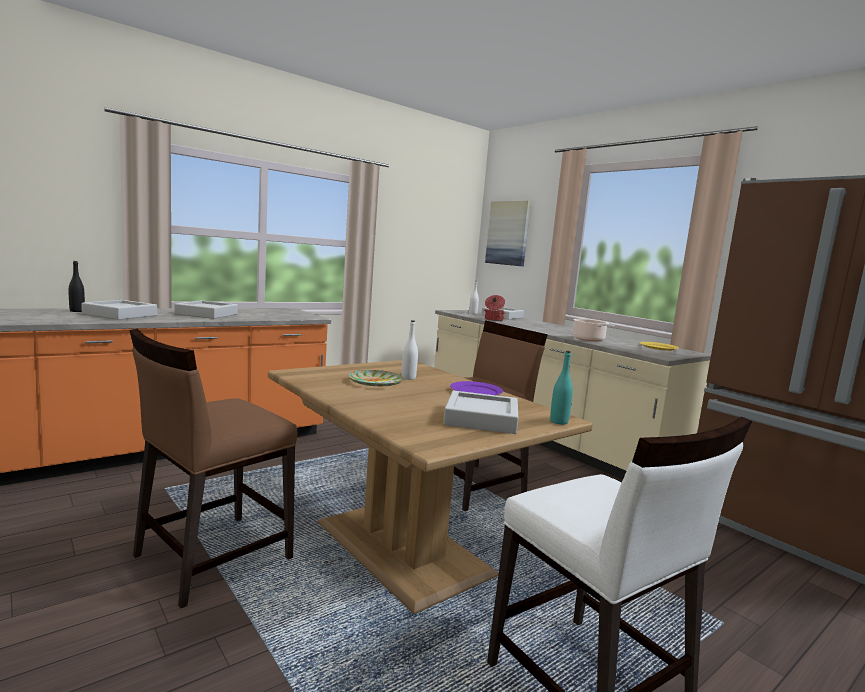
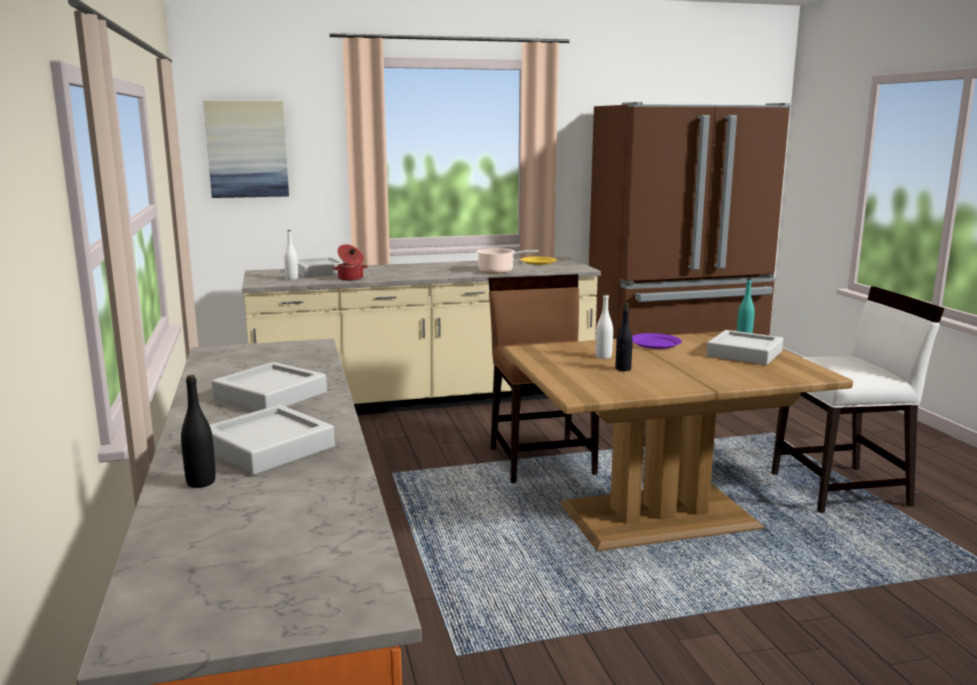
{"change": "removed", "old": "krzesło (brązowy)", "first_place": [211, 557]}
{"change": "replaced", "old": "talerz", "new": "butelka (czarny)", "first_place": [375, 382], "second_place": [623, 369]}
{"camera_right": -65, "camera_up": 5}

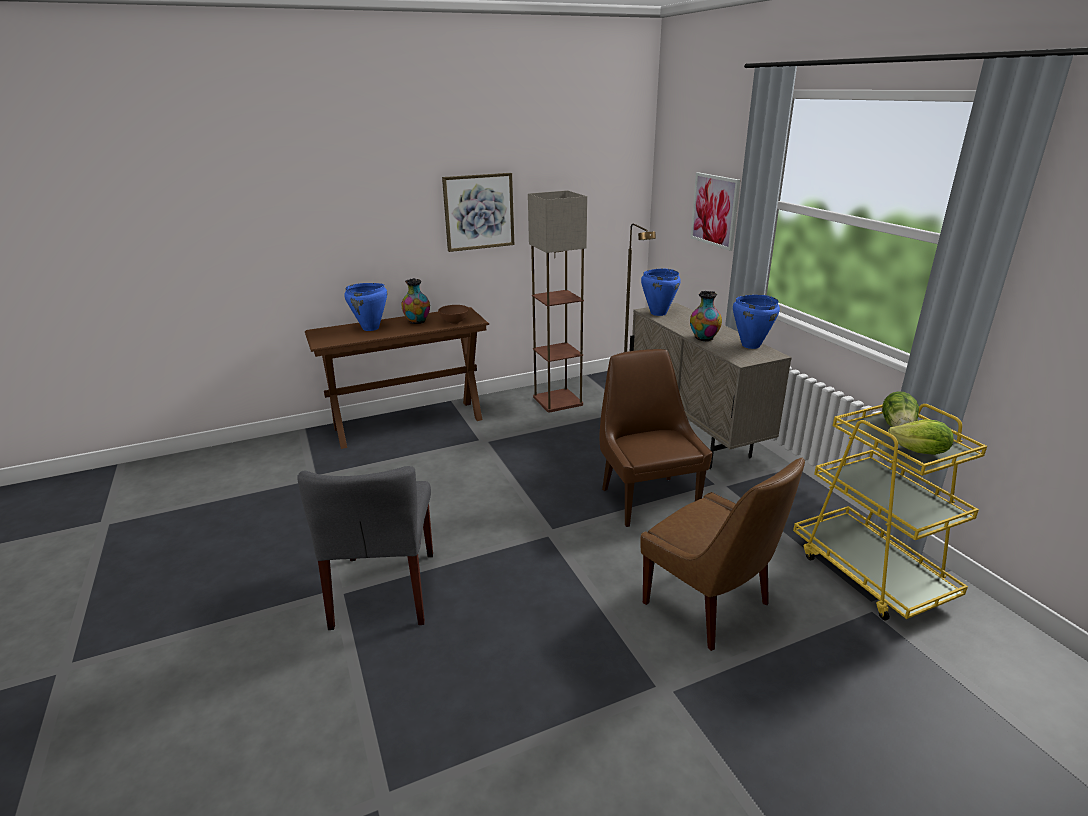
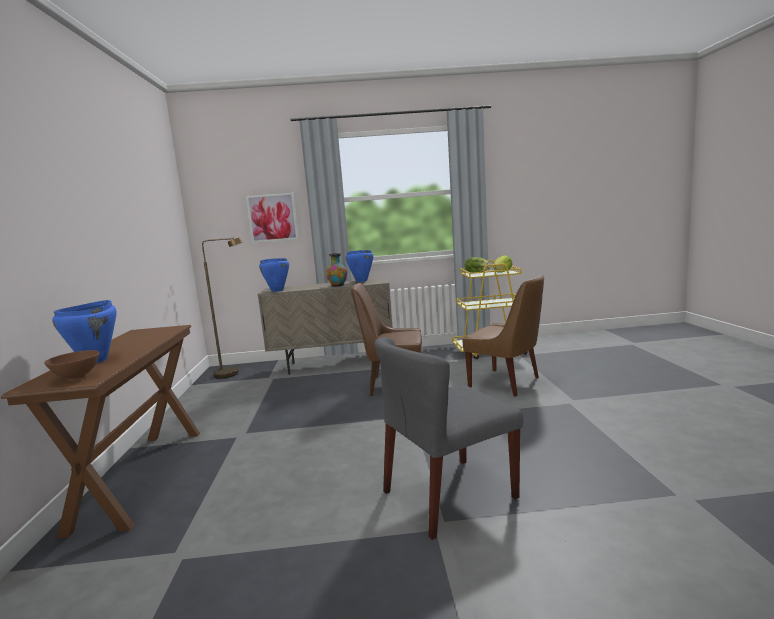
{"change": "removed", "old": "obraz", "first_place": [479, 212]}
{"change": "removed", "old": "lampa stojąca", "first_place": [557, 401]}
{"change": "removed", "old": "wazon", "first_place": [417, 322]}
{"change": "moved", "old": "miska (brązowy)", "first_place": [455, 323], "second_place": [77, 377]}
{"change": "turned", "old": "krzesło (brązowy)", "first_place": [709, 606], "second_place": [507, 383], "degrees": 60}
{"change": "turned", "old": "krzesło (szary)", "first_place": [384, 590], "second_place": [448, 495], "degrees": 135}
{"camera_right": -70, "camera_up": -15}

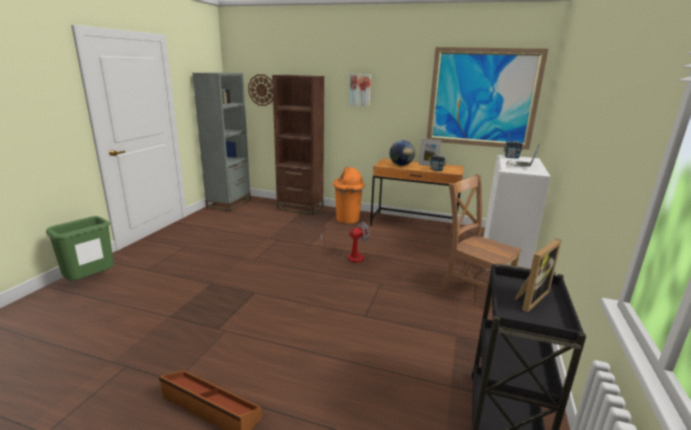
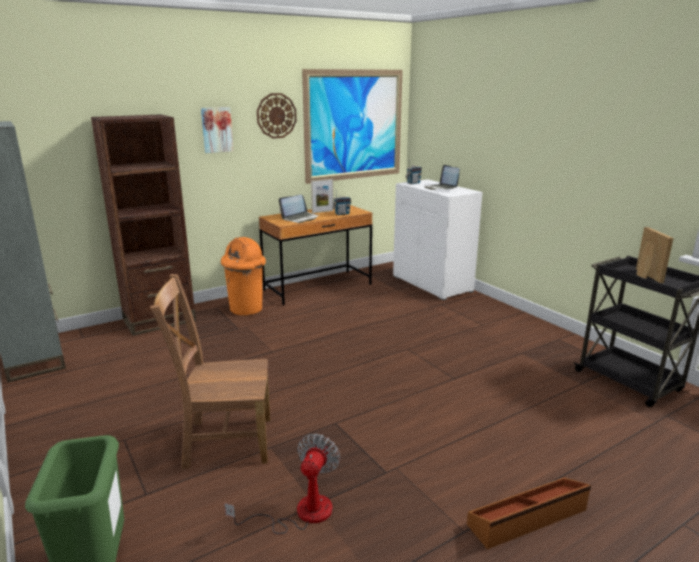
{"change": "moved", "old": "zegar ścienny", "first_place": [261, 90], "second_place": [276, 115]}
{"change": "replaced", "old": "globus", "new": "laptop", "first_place": [401, 165], "second_place": [300, 218]}
{"change": "moved", "old": "krzesło (brązowy)", "first_place": [473, 289], "second_place": [224, 441]}
{"change": "moved", "old": "wentylator", "first_place": [349, 257], "second_place": [301, 513]}
{"camera_right": -50, "camera_up": 0}

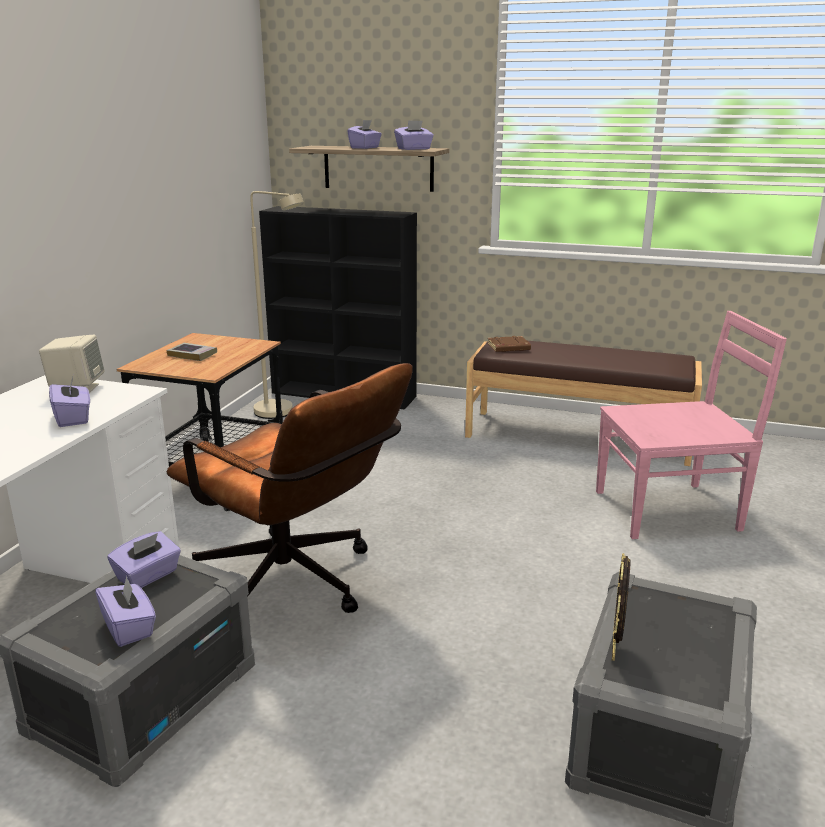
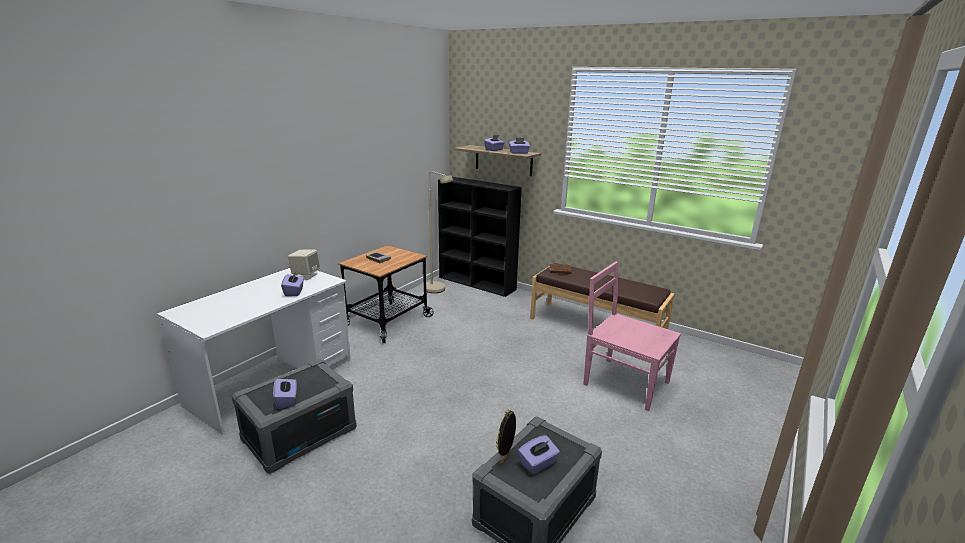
{"change": "turned", "old": "krzesło (różowy)", "first_place": [670, 510], "second_place": [624, 382], "degrees": -150}
{"change": "removed", "old": "krzesło biurowe (brązowy)", "first_place": [297, 586]}
{"change": "moved", "old": "pudełko chusteczek (fioletowy)", "first_place": [148, 576], "second_place": [538, 464]}
{"camera_right": 15, "camera_up": 0}

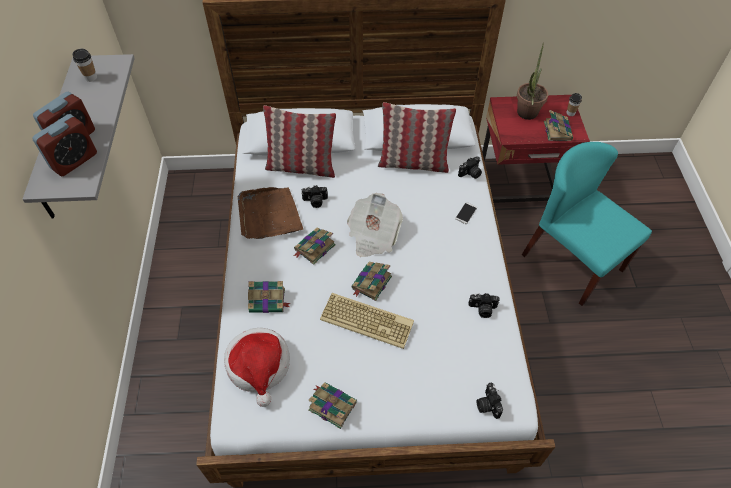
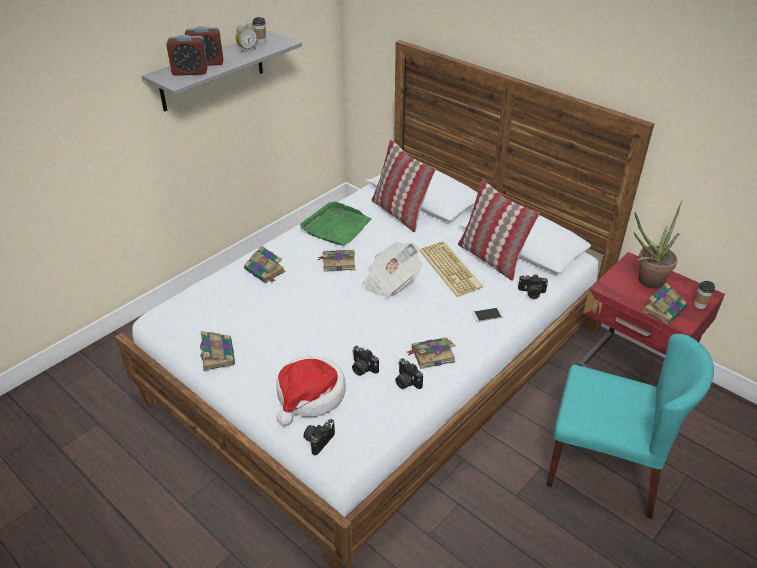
{"change": "turned", "old": "krzesło (turkusowy)", "first_place": [571, 262], "second_place": [605, 468], "degrees": 105}
{"change": "moved", "old": "aparat fotograficzny", "first_place": [315, 201], "second_place": [362, 368]}
{"change": "recoloured", "old": "taca (brązowy)", "new": "taca (zielony)", "first_place": [269, 215], "second_place": [336, 227]}
{"change": "moved", "old": "książka", "first_place": [371, 283], "second_place": [431, 355]}
{"change": "moved", "old": "klawiatura", "first_place": [368, 320], "second_place": [451, 269]}
{"change": "moved", "old": "kapelusz", "first_place": [259, 366], "second_place": [310, 396]}
{"change": "added", "new": "budzik", "second_place": [247, 50]}
{"camera_right": 45, "camera_up": -15}

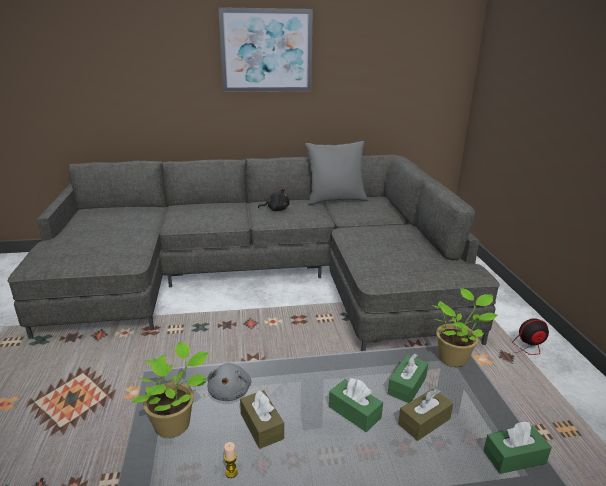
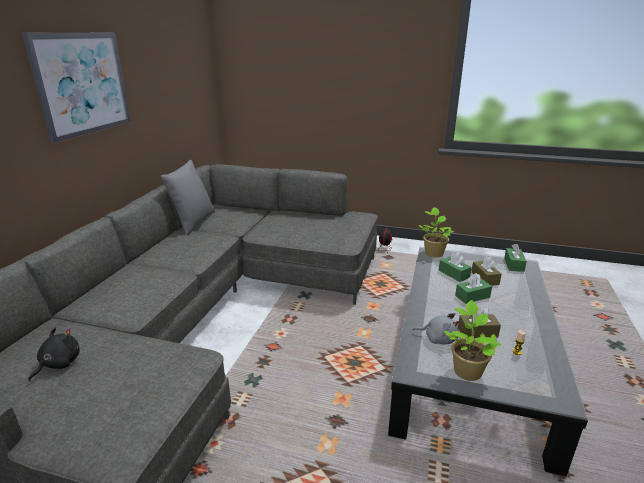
{"change": "moved", "old": "pluszak (czarny)", "first_place": [276, 209], "second_place": [58, 364]}
{"camera_right": -65, "camera_up": 0}

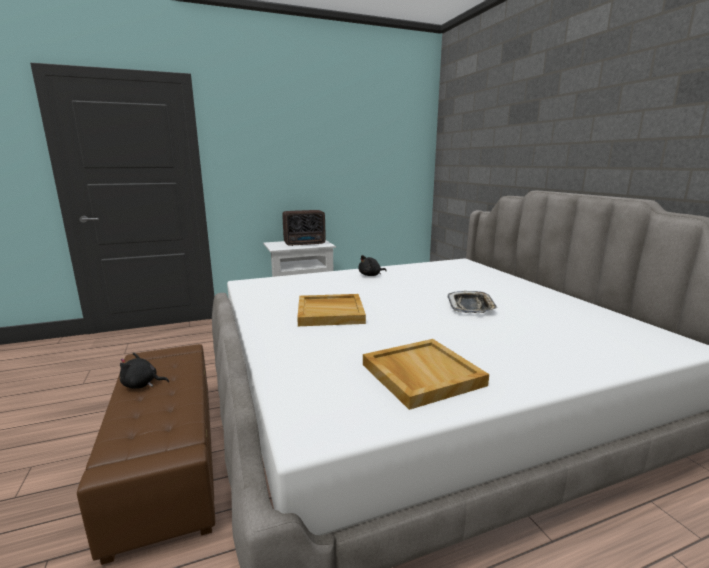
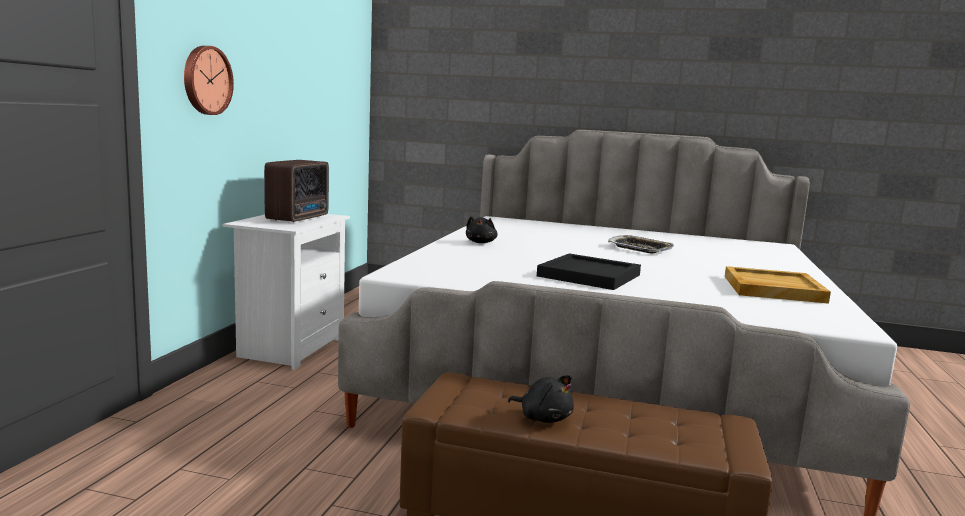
{"change": "recoloured", "old": "taca (beżowy)", "new": "taca (czarny)", "first_place": [331, 312], "second_place": [588, 275]}
{"change": "turned", "old": "pluszak (czarny)", "first_place": [142, 384], "second_place": [543, 418], "degrees": -90}
{"change": "added", "new": "zegar ścienny", "second_place": [206, 80]}
{"camera_right": -55, "camera_up": -5}

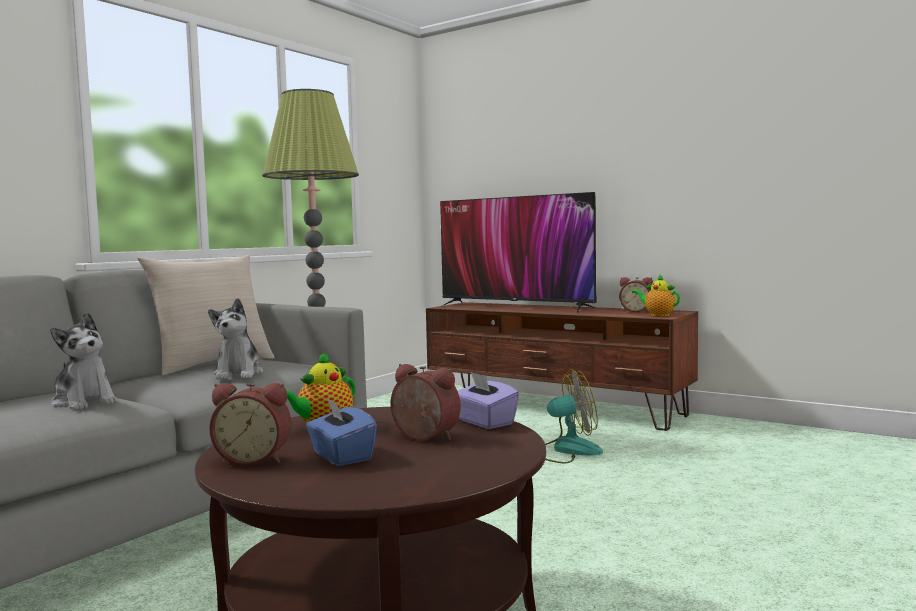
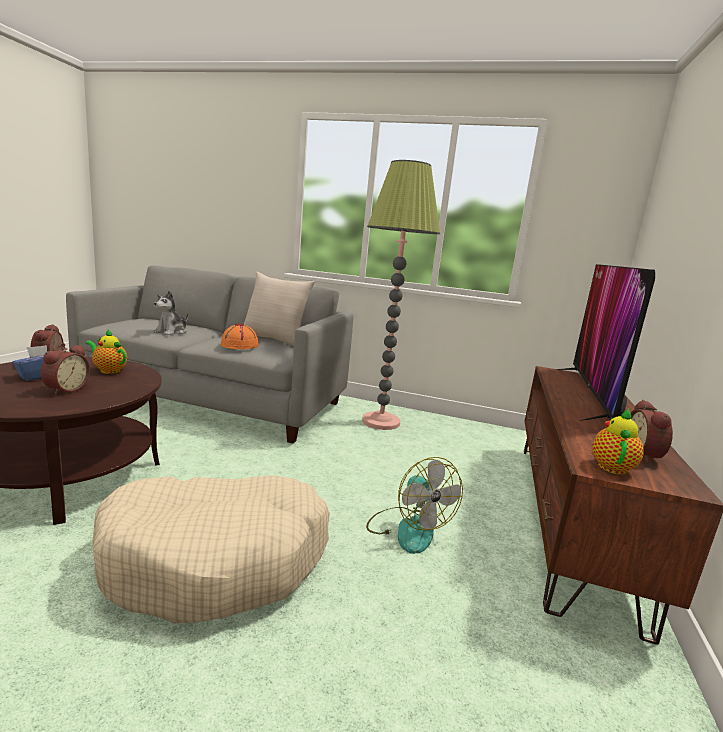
{"change": "replaced", "old": "pluszak", "new": "kapelusz (pomarańczowy)", "first_place": [239, 374], "second_place": [240, 345]}
{"change": "removed", "old": "pudełko chusteczek (fioletowy)", "first_place": [484, 422]}
{"change": "added", "new": "legowisko (beżowy)", "second_place": [217, 558]}
{"camera_right": 70, "camera_up": 10}

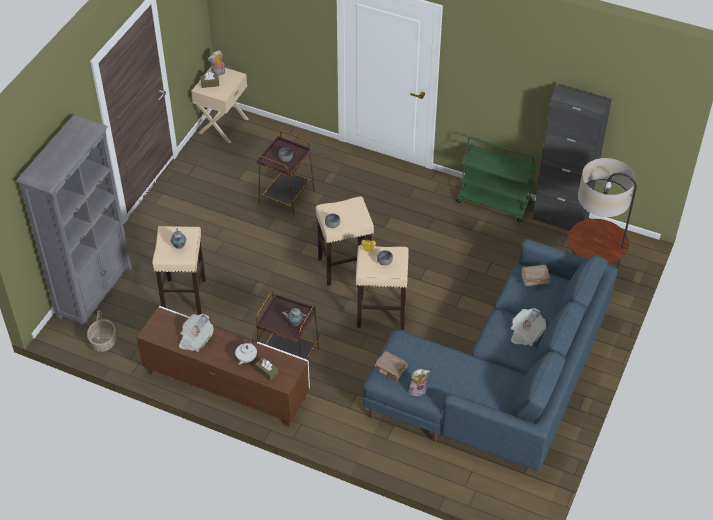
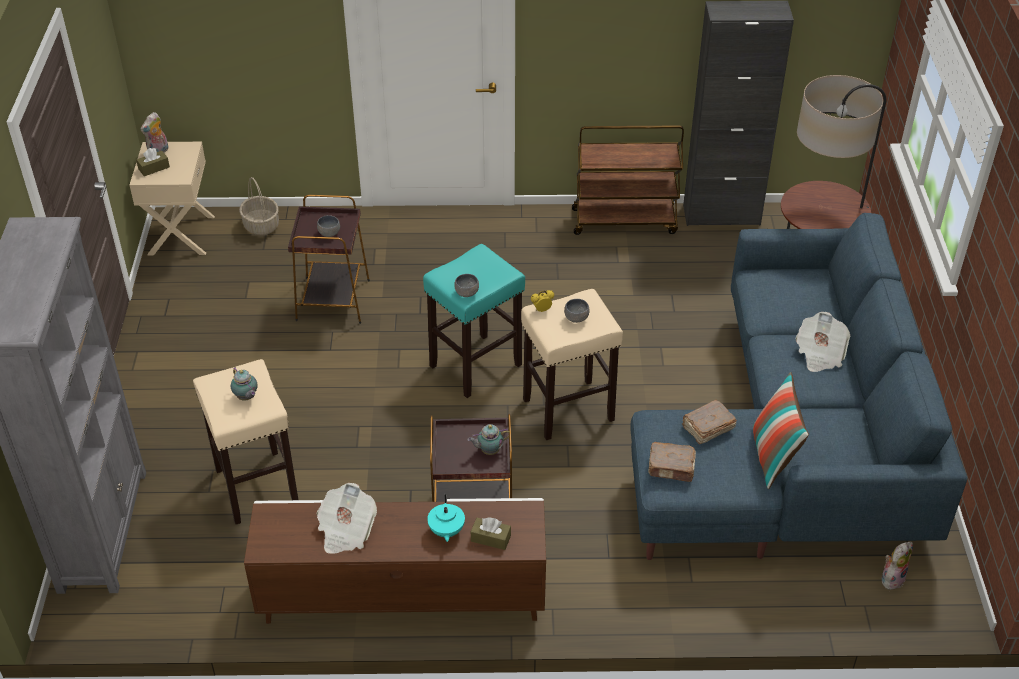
{"change": "recoloured", "old": "wózek (zielony)", "new": "wózek (brązowy)", "first_place": [494, 203], "second_place": [625, 221]}
{"change": "recoloured", "old": "stołek (beżowy)", "new": "stołek (turkusowy)", "first_place": [345, 267], "second_place": [476, 365]}
{"change": "moved", "old": "książka (brązowy)", "first_place": [534, 279], "second_place": [707, 428]}
{"change": "moved", "old": "koszyk", "first_place": [103, 341], "second_place": [261, 225]}
{"change": "recoloured", "old": "imbryk (biały)", "new": "imbryk (turkusowy)", "first_place": [246, 359], "second_place": [446, 531]}
{"change": "moved", "old": "pluszak", "first_place": [418, 389], "second_place": [892, 578]}
{"change": "added", "new": "poduszka", "second_place": [773, 457]}
{"camera_right": -25, "camera_up": -5}

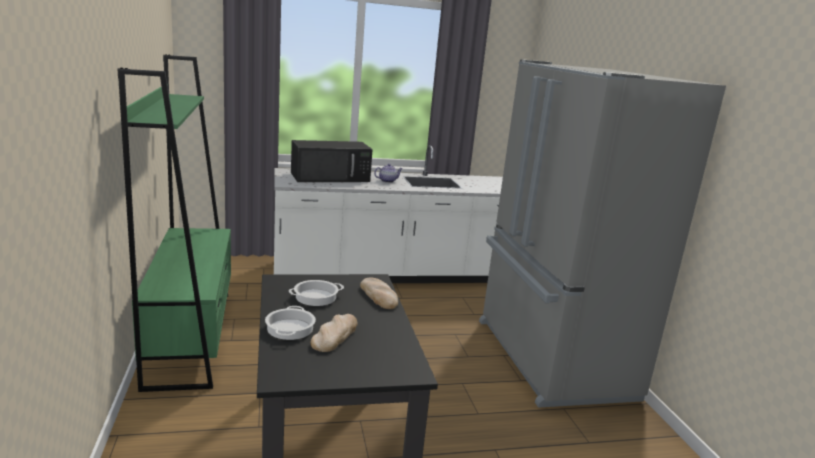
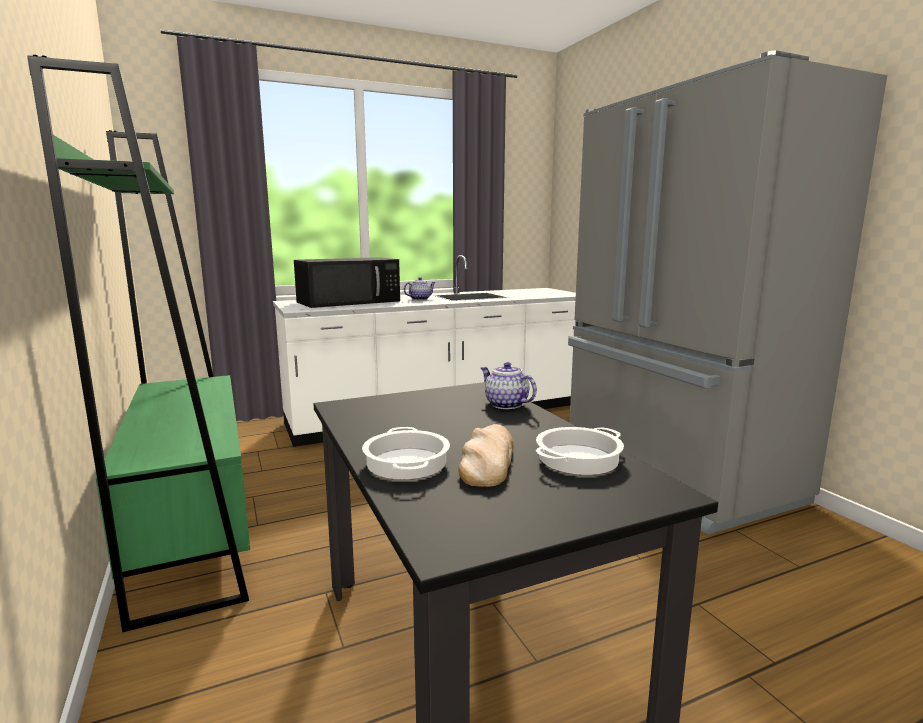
{"change": "replaced", "old": "chleb", "new": "imbryk", "first_place": [379, 296], "second_place": [505, 404]}
{"change": "moved", "old": "garnek", "first_place": [315, 297], "second_place": [578, 459]}
{"camera_right": -10, "camera_up": -5}

